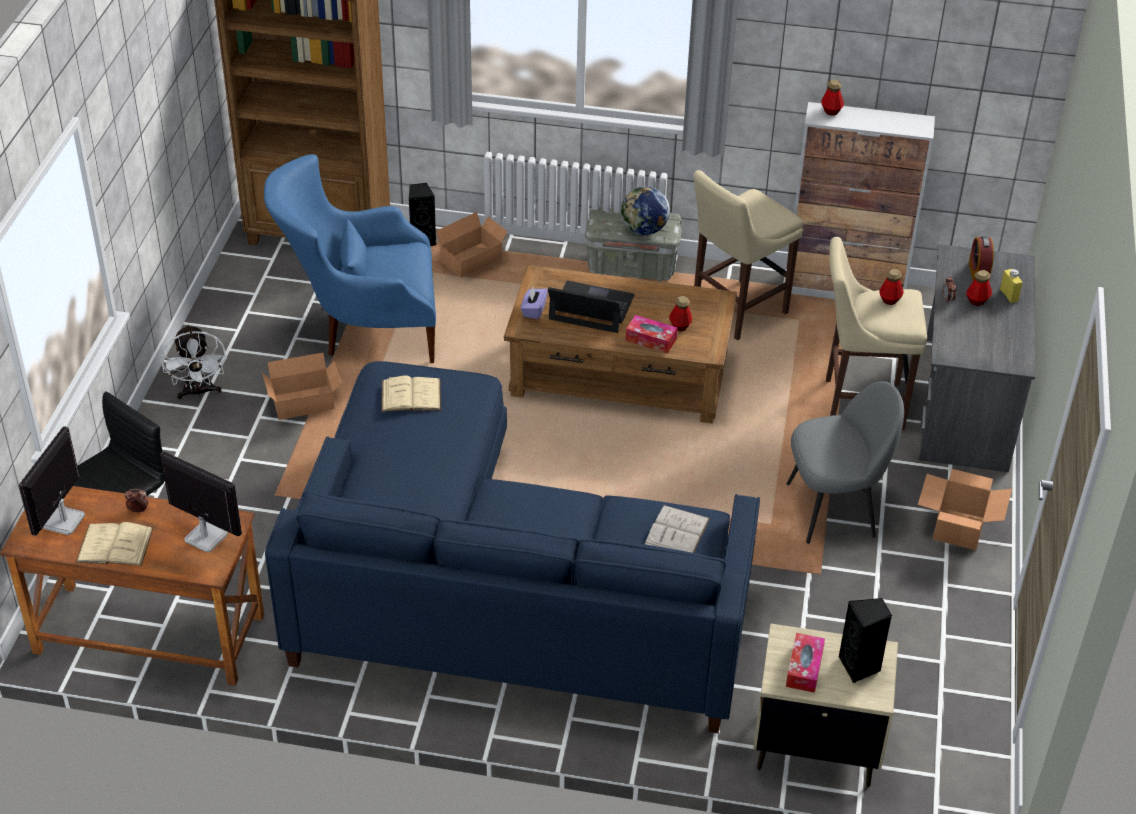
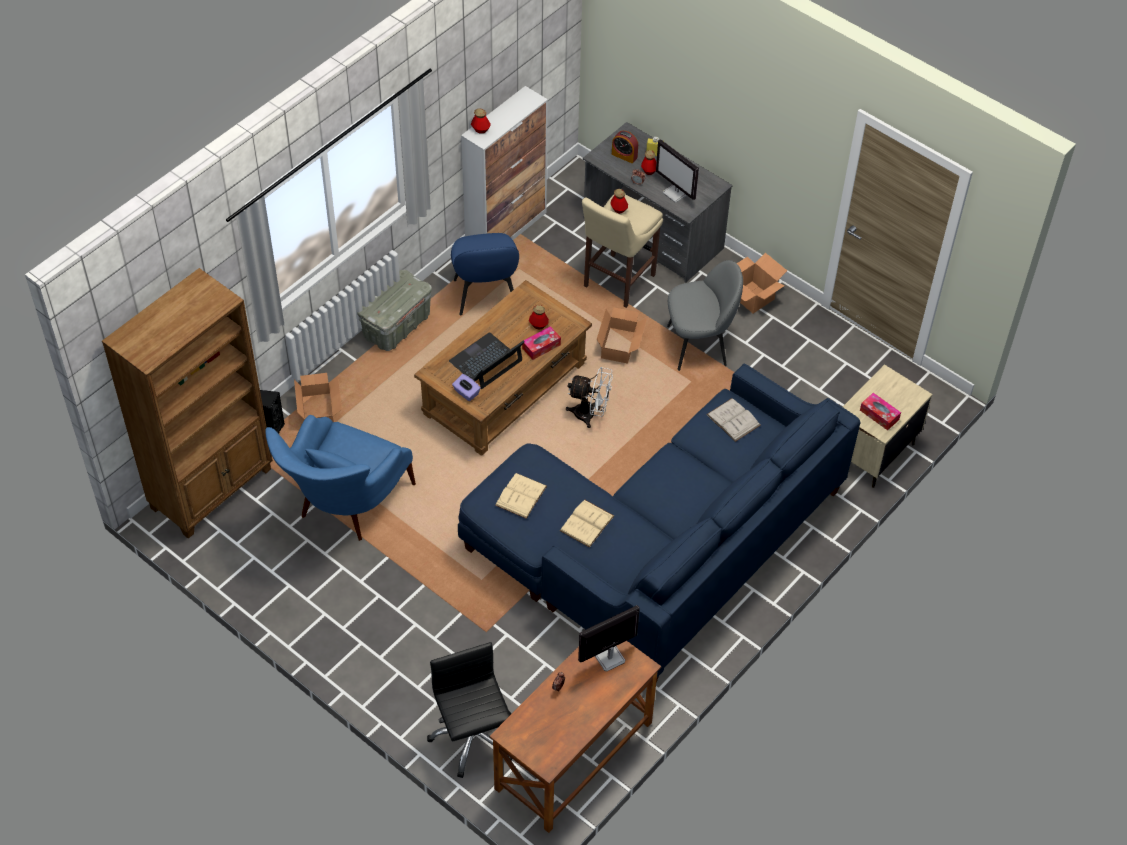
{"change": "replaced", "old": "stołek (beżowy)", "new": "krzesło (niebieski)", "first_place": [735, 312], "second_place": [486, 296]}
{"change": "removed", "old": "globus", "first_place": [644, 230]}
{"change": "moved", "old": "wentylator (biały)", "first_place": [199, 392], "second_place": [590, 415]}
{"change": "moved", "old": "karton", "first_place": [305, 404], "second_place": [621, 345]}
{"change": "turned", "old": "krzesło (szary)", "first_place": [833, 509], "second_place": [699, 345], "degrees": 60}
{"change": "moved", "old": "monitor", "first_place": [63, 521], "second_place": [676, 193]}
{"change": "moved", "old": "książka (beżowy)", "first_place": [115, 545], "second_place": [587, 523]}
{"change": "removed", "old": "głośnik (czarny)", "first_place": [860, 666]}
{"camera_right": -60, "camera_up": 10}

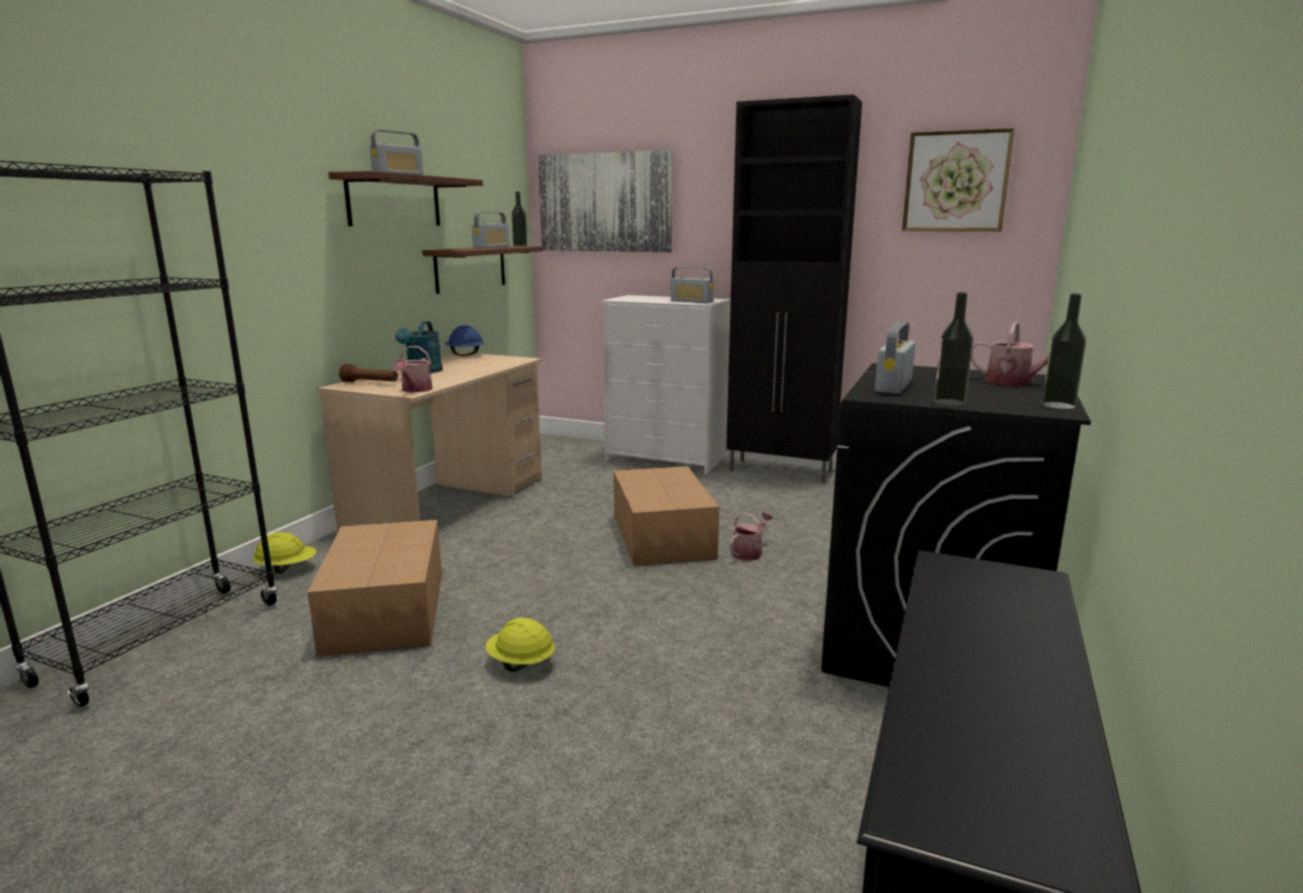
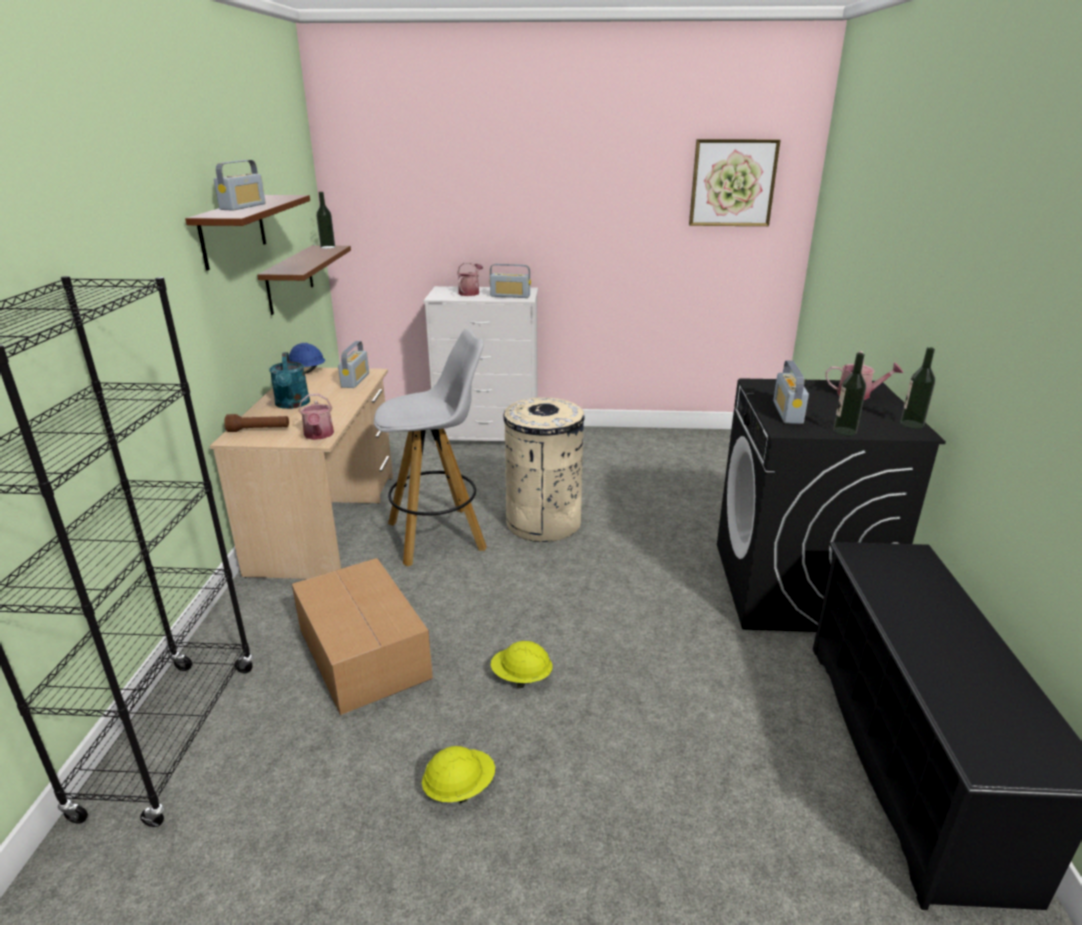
{"change": "removed", "old": "szafka (czarny)", "first_place": [782, 471]}
{"change": "removed", "old": "obraz", "first_place": [605, 202]}
{"change": "moved", "old": "radio", "first_place": [491, 247], "second_place": [355, 380]}
{"change": "replaced", "old": "karton", "new": "kosz na śmieci (beżowy)", "first_place": [663, 535], "second_place": [543, 522]}
{"change": "moved", "old": "konewka", "first_place": [749, 552], "second_place": [470, 292]}
{"change": "moved", "old": "kask (żółty)", "first_place": [287, 569], "second_place": [459, 788]}
{"change": "added", "new": "stołek (biały)", "second_place": [438, 535]}
{"camera_right": -20, "camera_up": 10}

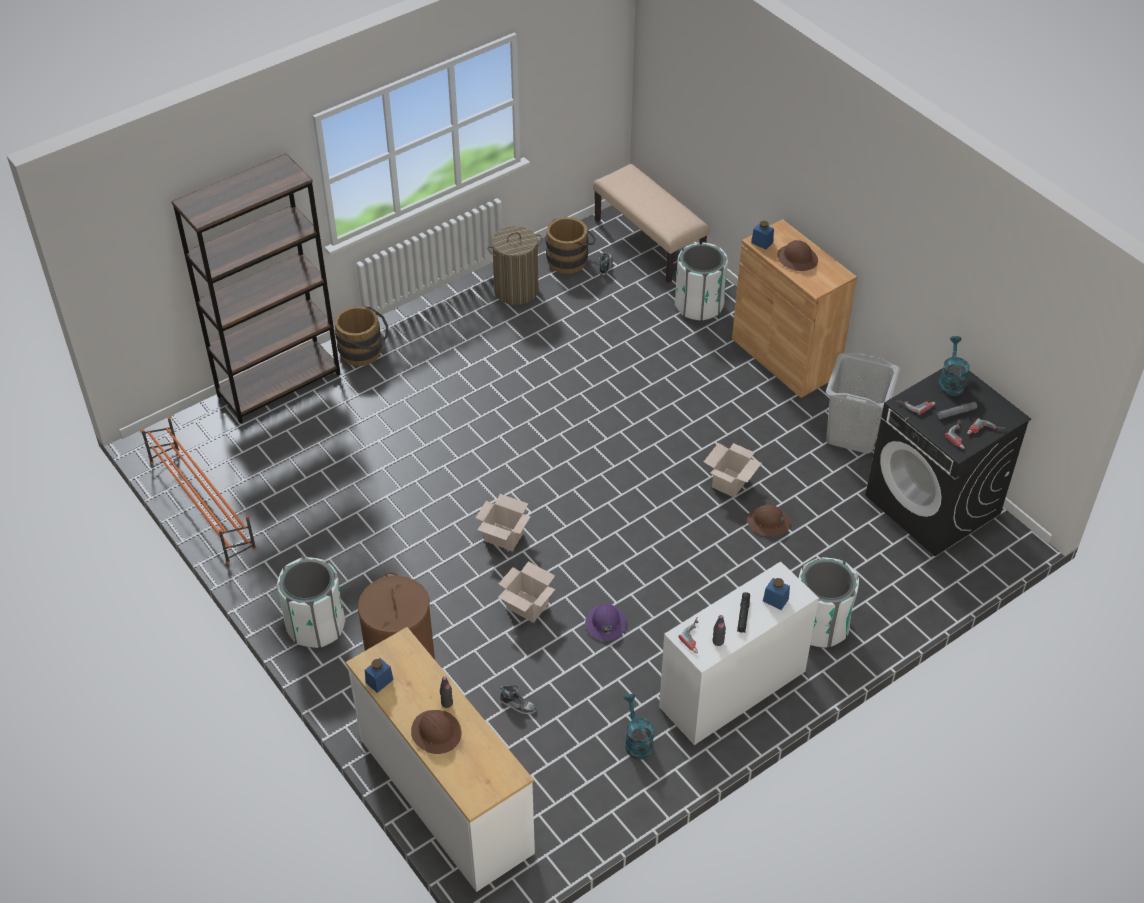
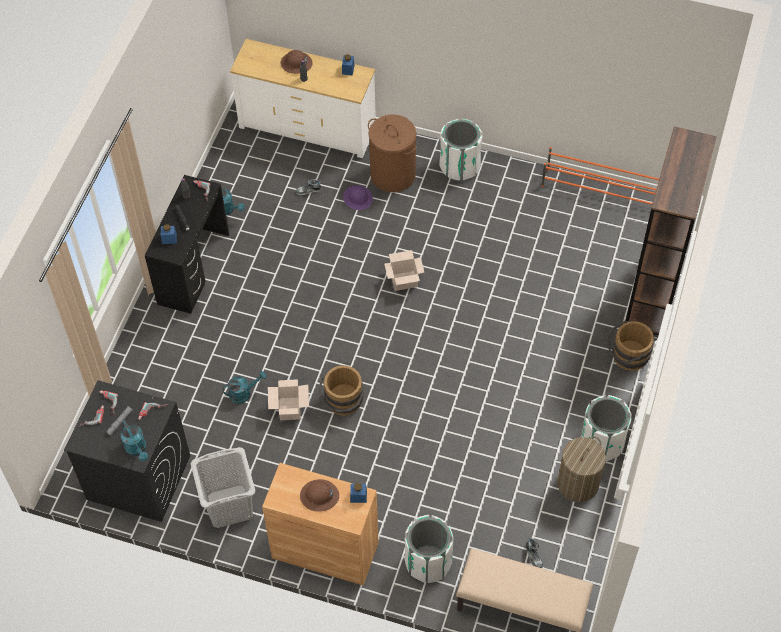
{"change": "moved", "old": "wiadro (brązowy)", "first_place": [570, 259], "second_place": [343, 403]}
{"change": "replaced", "old": "kask (brązowy)", "new": "konewka (turkusowy)", "first_place": [768, 522], "second_place": [243, 393]}
{"change": "moved", "old": "kosz na śmieci (biały)", "first_place": [819, 625], "second_place": [602, 442]}
{"change": "recoloured", "old": "biurko (biały)", "new": "biurko (czarny)", "first_place": [733, 689], "second_place": [193, 268]}
{"change": "removed", "old": "karton", "first_place": [526, 606]}
{"change": "moved", "old": "kask (fioletowy)", "first_place": [605, 623], "second_place": [358, 198]}
{"camera_right": 145, "camera_up": 10}

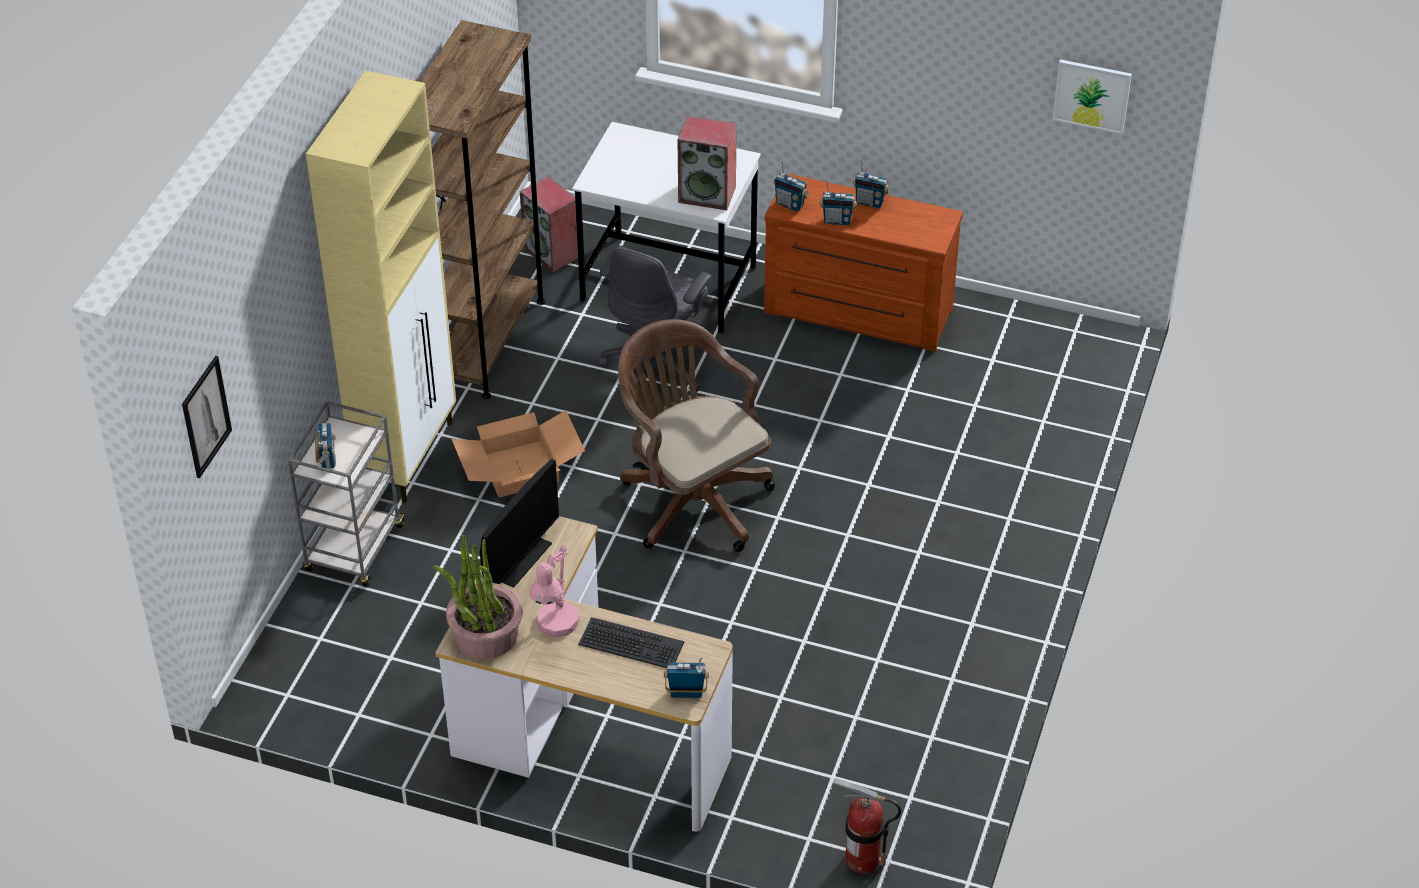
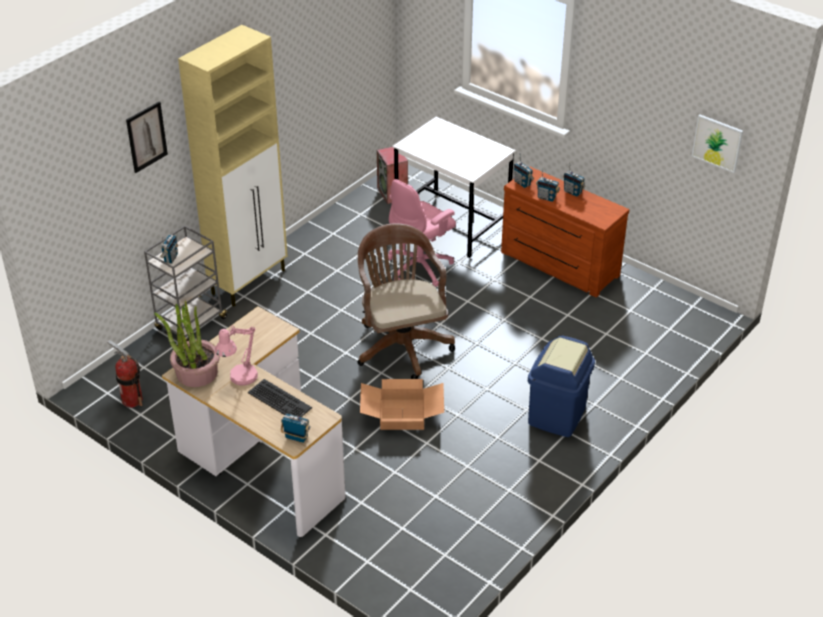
{"change": "removed", "old": "regał (brązowy)", "first_place": [486, 341]}
{"change": "removed", "old": "głośnik", "first_place": [708, 194]}
{"change": "recoloured", "old": "krzesło biurowe (szary)", "new": "krzesło biurowe (różowy)", "first_place": [656, 367], "second_place": [420, 267]}
{"change": "moved", "old": "obraz", "first_place": [206, 417], "second_place": [146, 137]}
{"change": "moved", "old": "karton", "first_place": [519, 470], "second_place": [401, 415]}
{"change": "removed", "old": "monitor", "first_place": [520, 559]}
{"change": "moved", "old": "gaśnica", "first_place": [862, 859], "second_place": [132, 400]}
{"change": "added", "new": "kosz na śmieci (niebieski)", "second_place": [557, 416]}
{"camera_right": 20, "camera_up": -5}

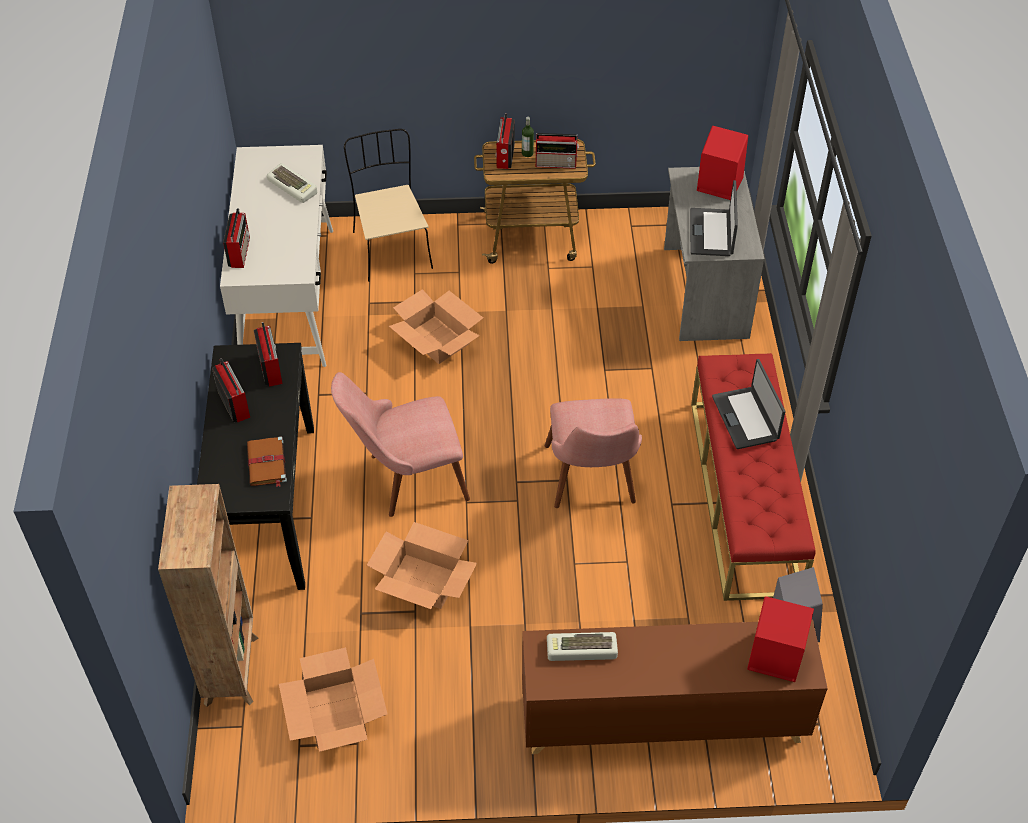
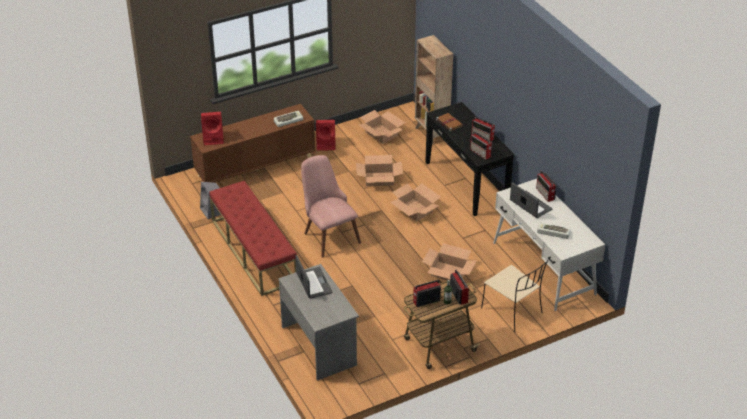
{"change": "moved", "old": "głośnik (czerwony)", "first_place": [718, 184], "second_place": [326, 144]}
{"change": "moved", "old": "laptop", "first_place": [746, 418], "second_place": [530, 205]}
{"change": "replaced", "old": "krzesło (różowy)", "new": "karton", "first_place": [405, 480], "second_place": [415, 210]}
{"camera_right": 155, "camera_up": -10}

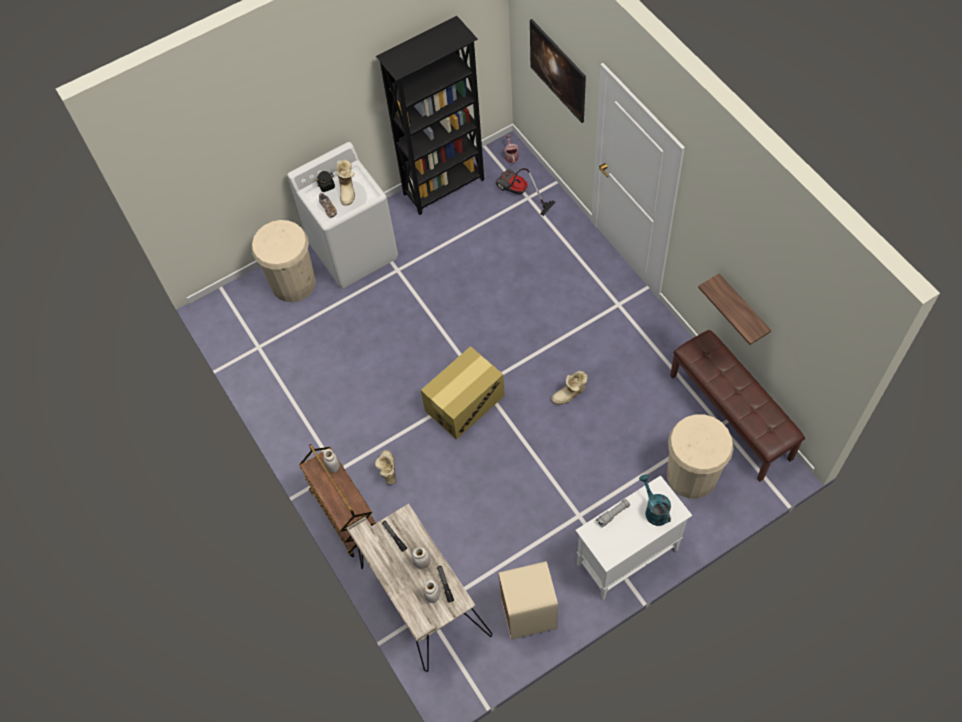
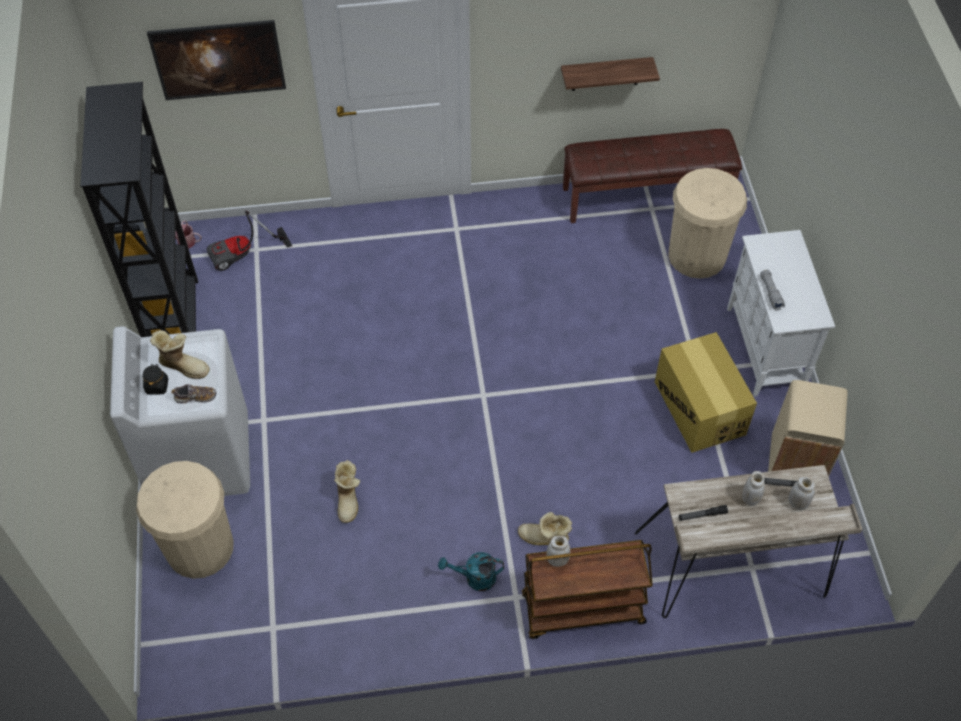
{"change": "moved", "old": "karton", "first_place": [464, 403], "second_place": [699, 408]}
{"change": "moved", "old": "but z cholewką", "first_place": [570, 394], "second_place": [349, 500]}
{"change": "moved", "old": "konewka (turkusowy)", "first_place": [654, 510], "second_place": [474, 578]}
{"camera_right": -70, "camera_up": -5}

